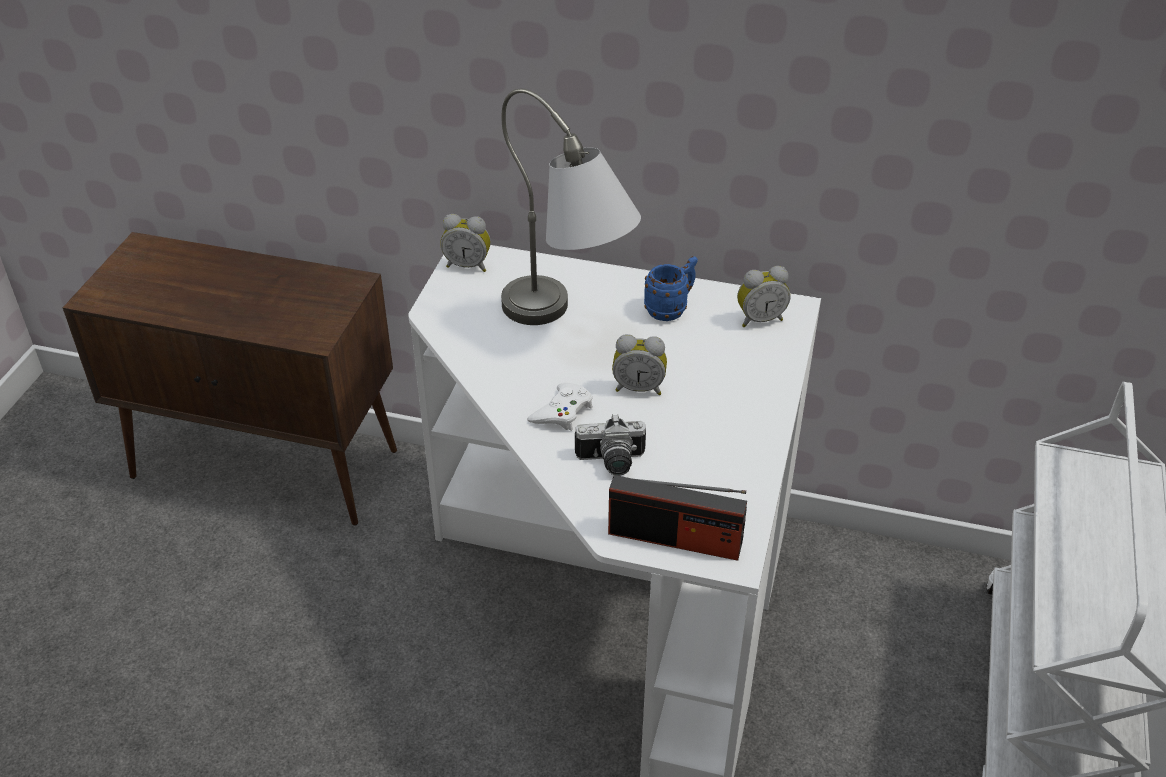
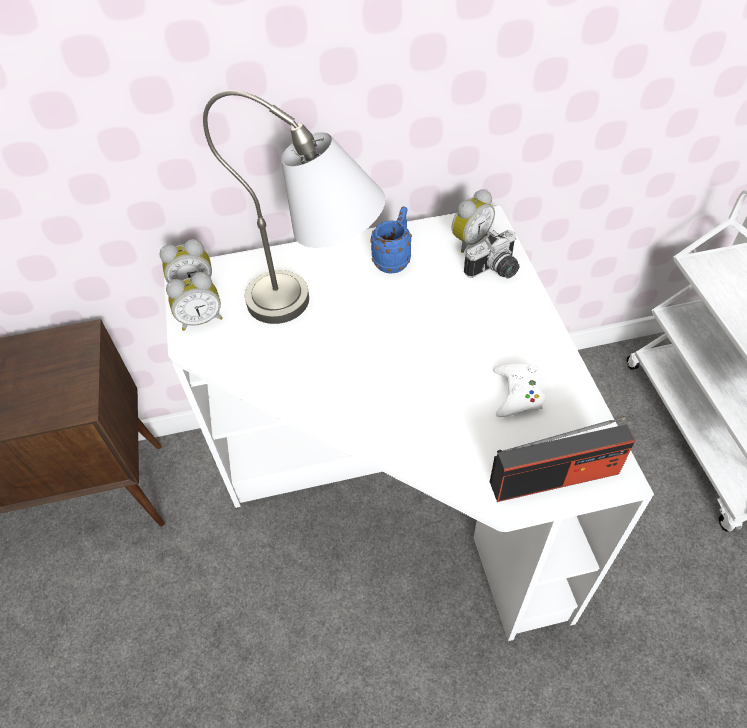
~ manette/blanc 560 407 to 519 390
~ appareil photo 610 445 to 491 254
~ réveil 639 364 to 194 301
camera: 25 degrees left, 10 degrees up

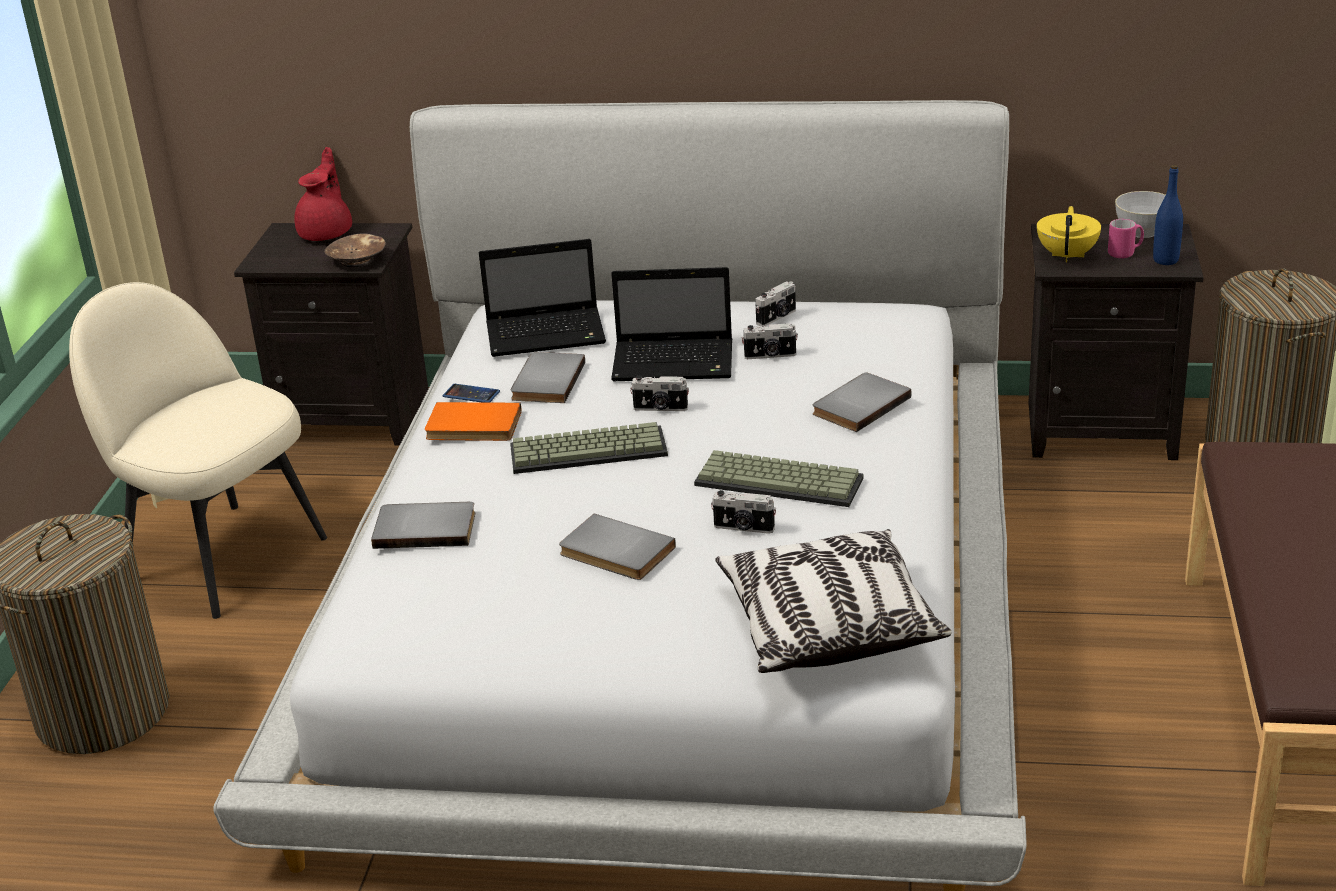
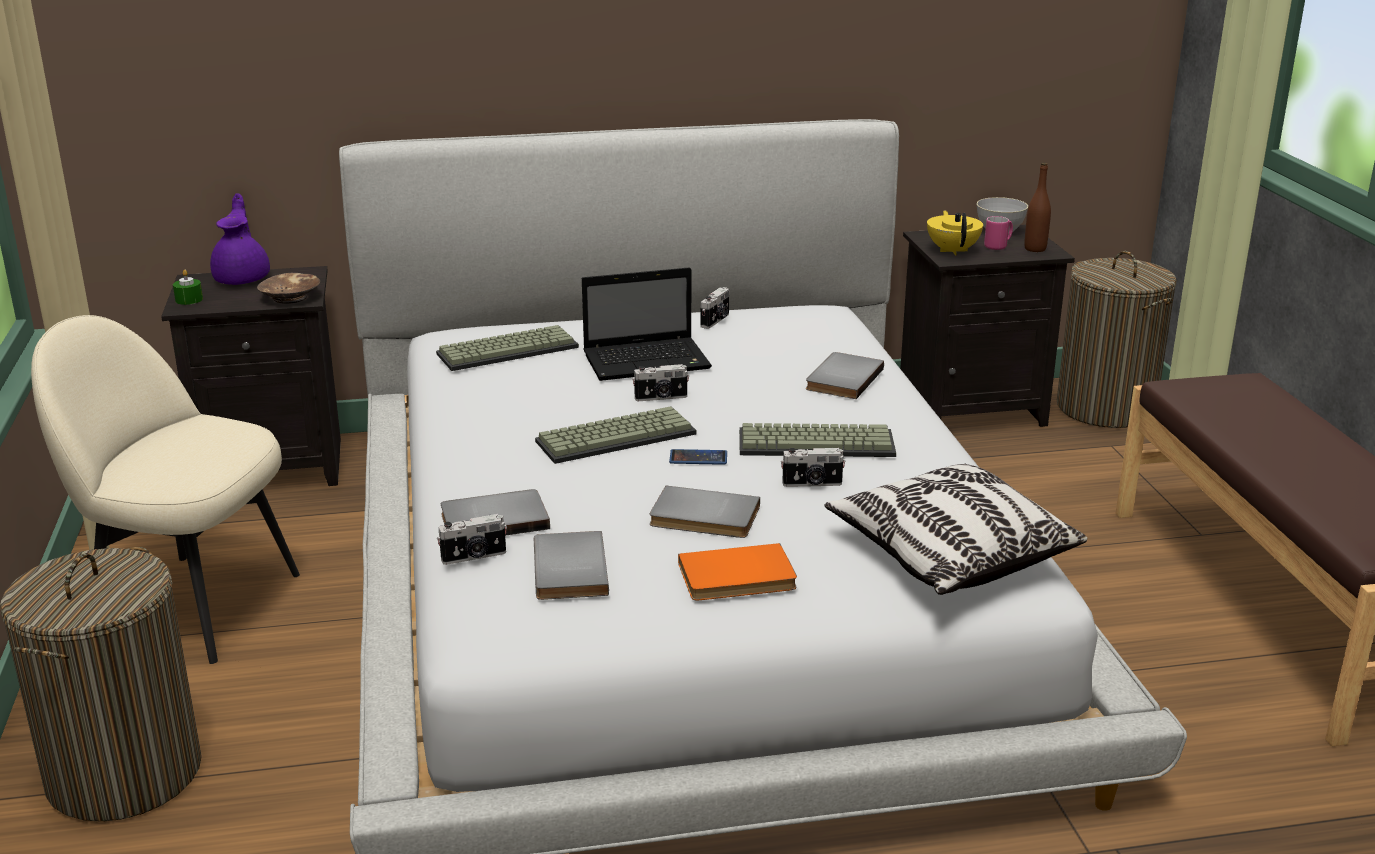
+ bougie/vert 188 287
~ livre/orange 473 421 to 737 571
~ téléphone 471 393 to 698 457
~ livre/gris 548 377 to 571 565
~ appareil photo 770 341 to 472 539
~ ordinateur portable 542 298 to clavier 507 348
~ théière/rouge 323 194 to théière/violet 240 239
~ bouteille/bleu 1168 215 to bouteille/marron 1037 207
camera: 20 degrees left, 5 degrees down

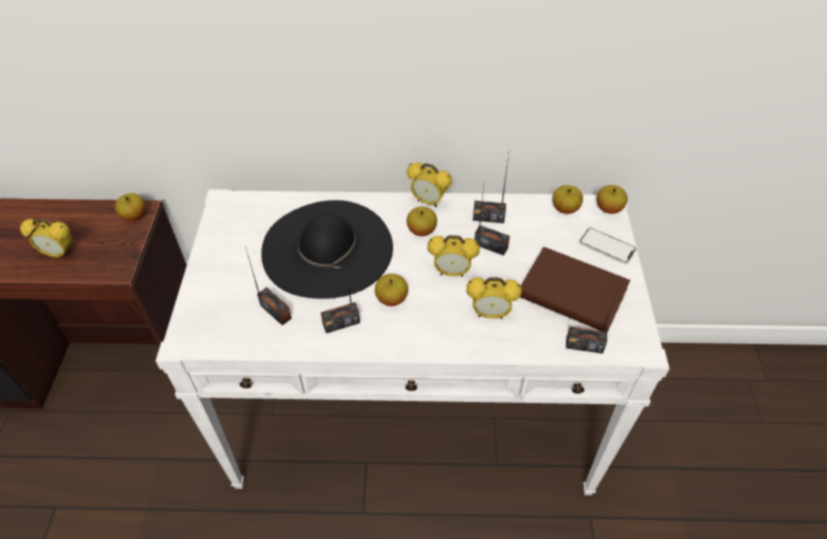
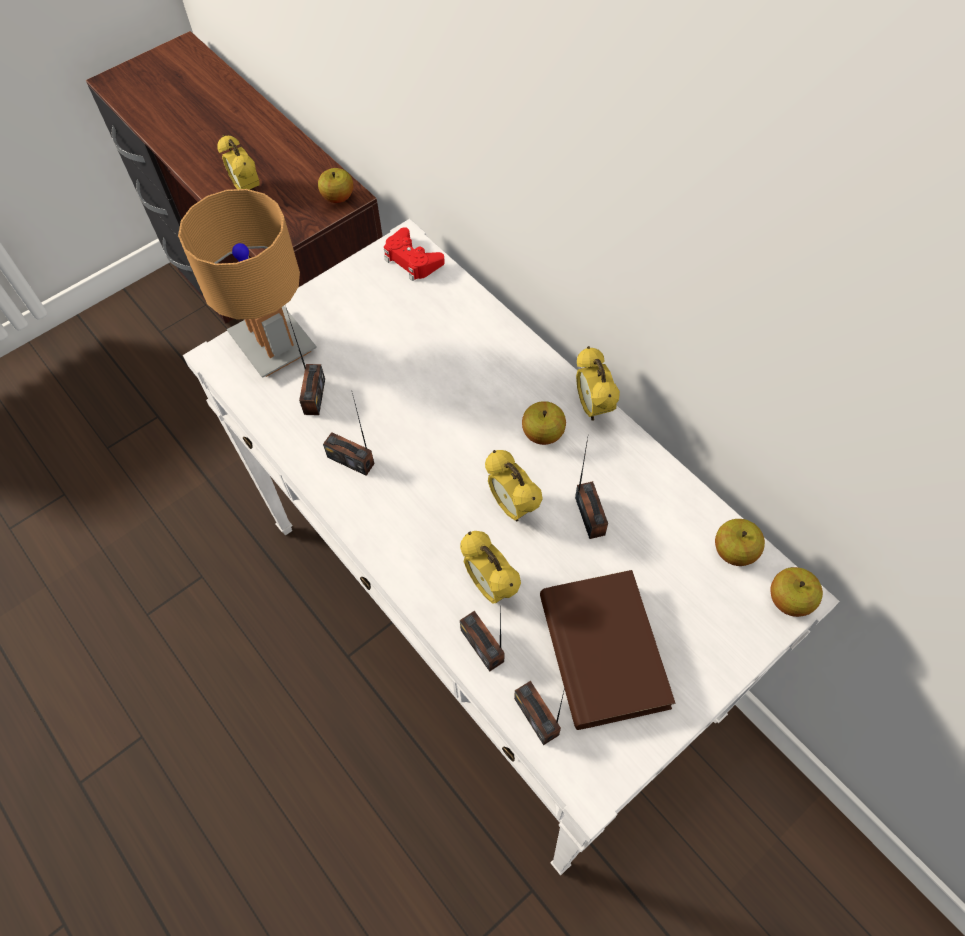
- chapeau/noir 327 249
- pomme 391 290
- téléphone 607 246
+ lampe de table/marron 247 283
+ manette/rouge 414 254
~ radio 491 188 to 482 638
camera: 50 degrees right, 10 degrees up

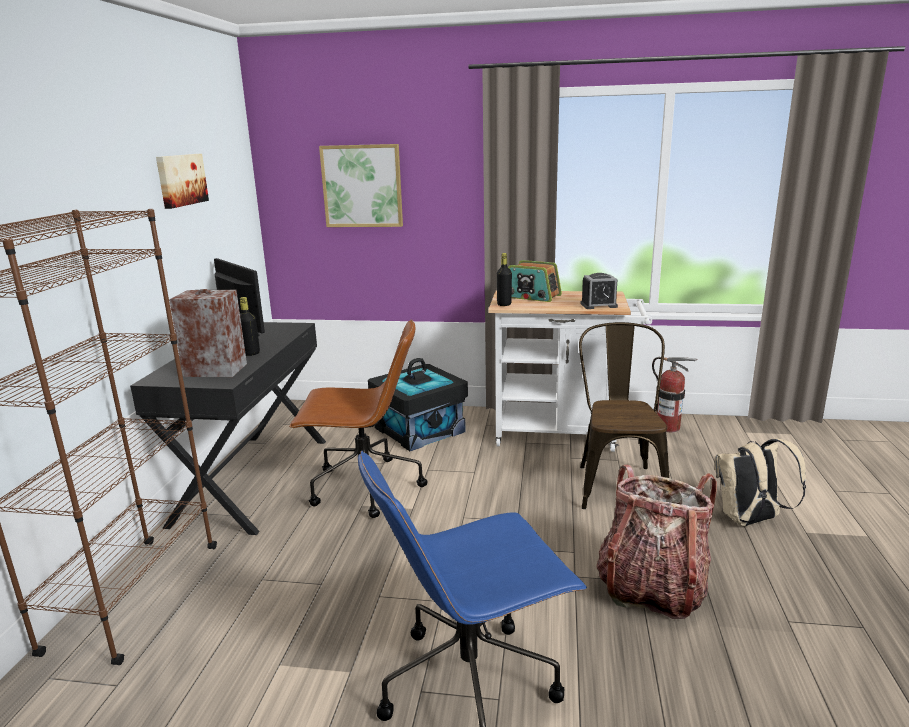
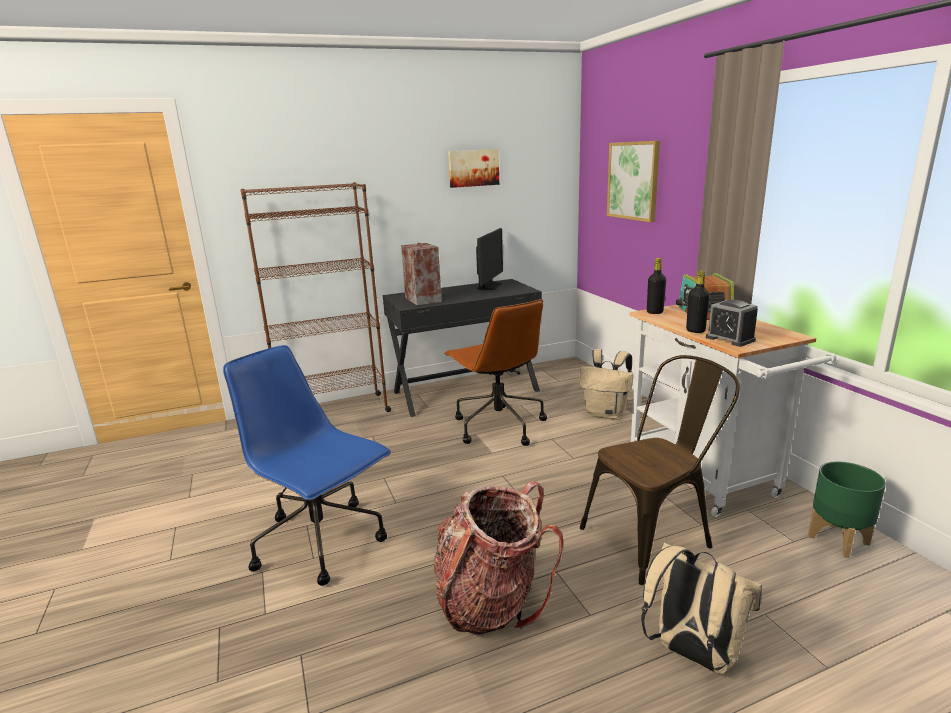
~ bouteille/noir 250 326 to 698 301
~ boîte de rangement/noir 418 404 to sac à dos/beige 606 384
~ extincteur 674 394 to cache-pot/vert 847 510
camera: 60 degrees right, 0 degrees up

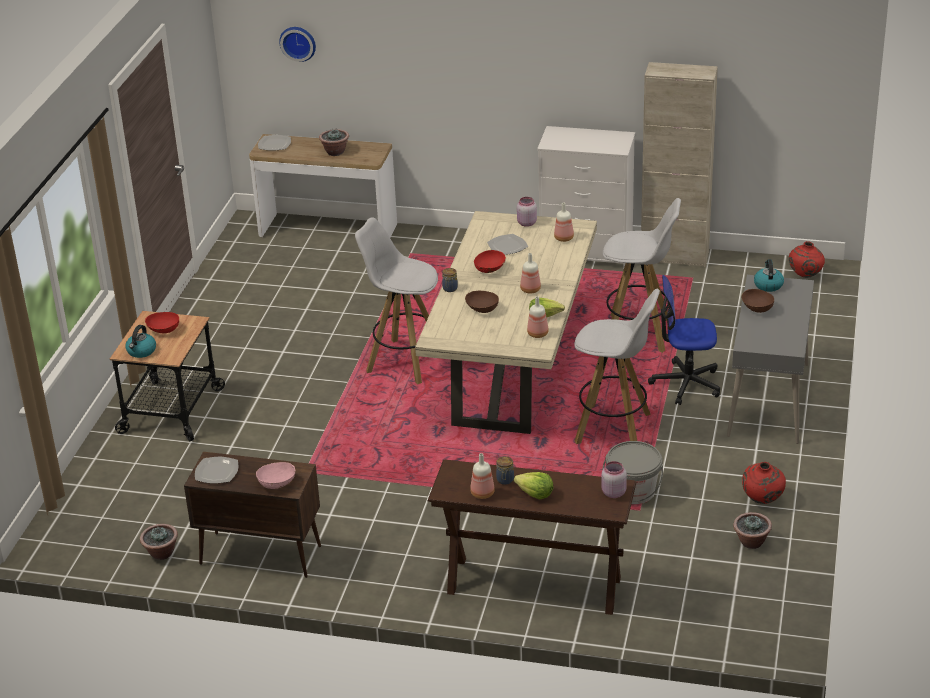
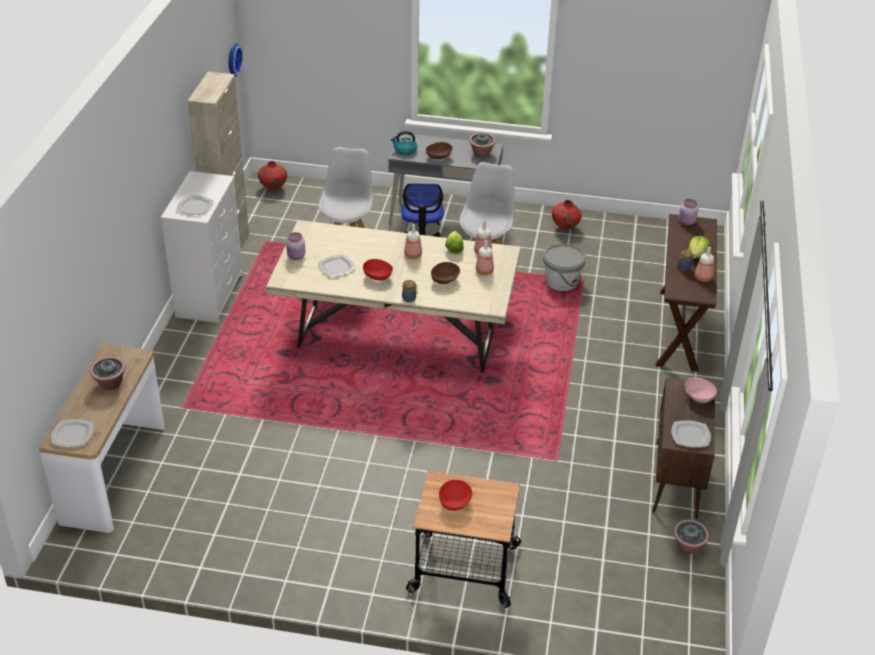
- bouilloire 140 341
- tabouret/blanc 396 301
+ assiette 194 205
~ horloge murale 297 44 to 236 60
~ bouteille 564 222 to 485 257
~ plante en pot 752 530 to 482 145
camera: 95 degrees left, 5 degrees up

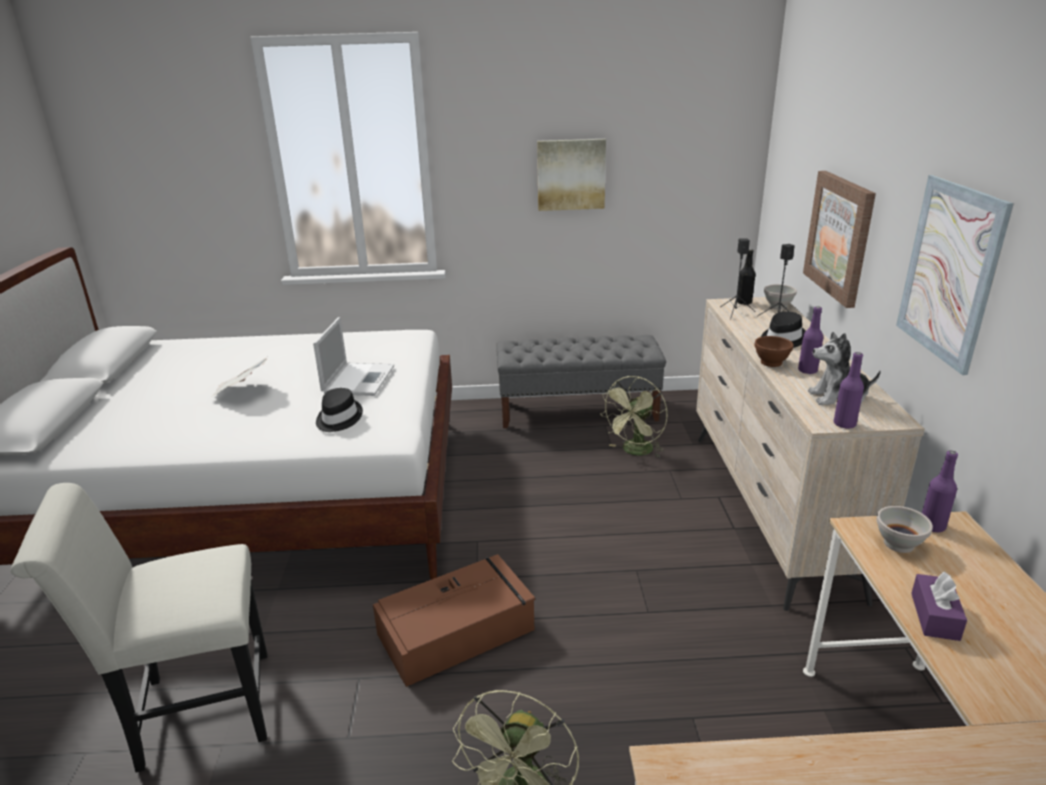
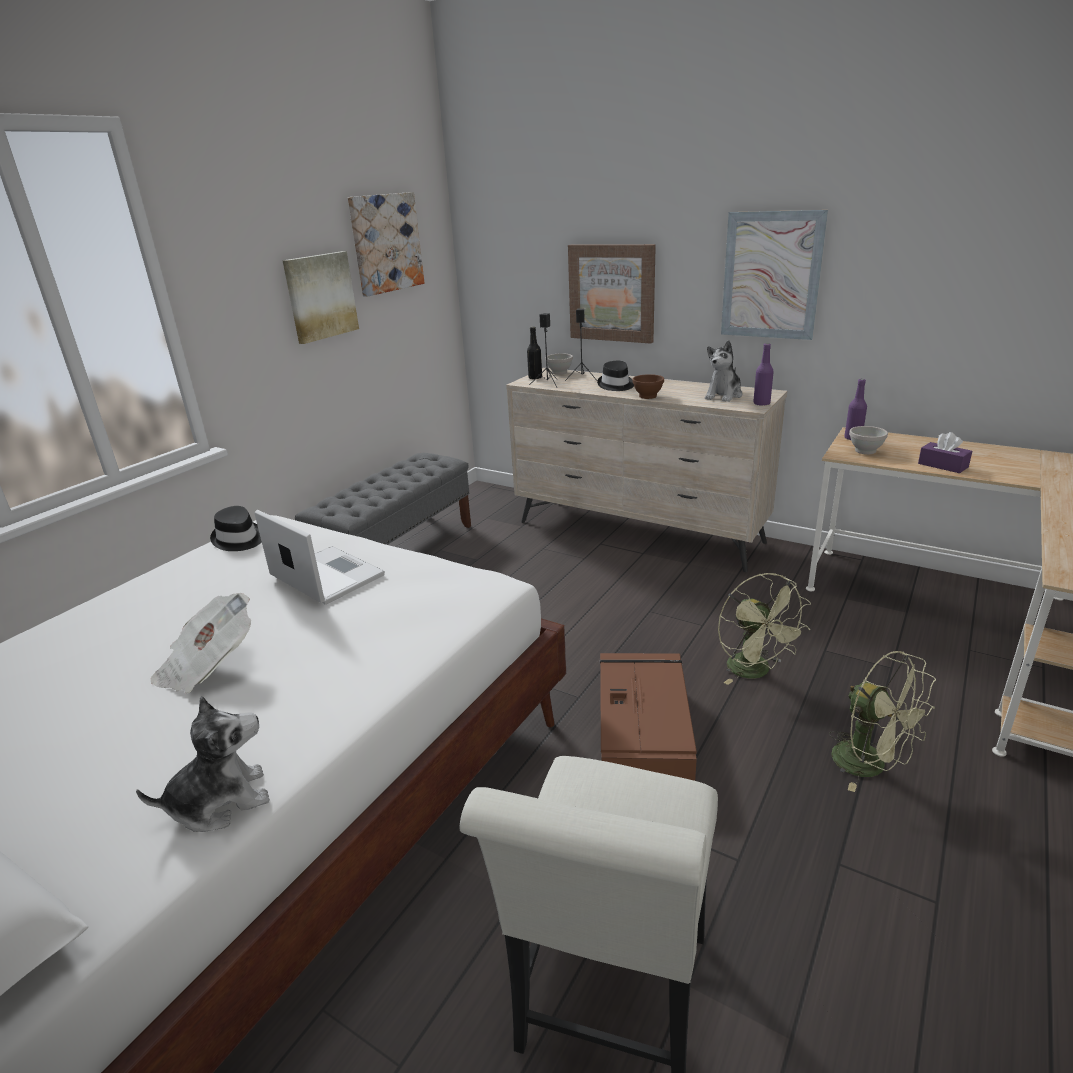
- bouteille/violet 811 340
+ peluche 203 764
+ tableau 386 244
~ chapeau/noir 339 410 to 236 528
~ ventilateur/vert 633 416 to 764 629
camera: 55 degrees left, 0 degrees up

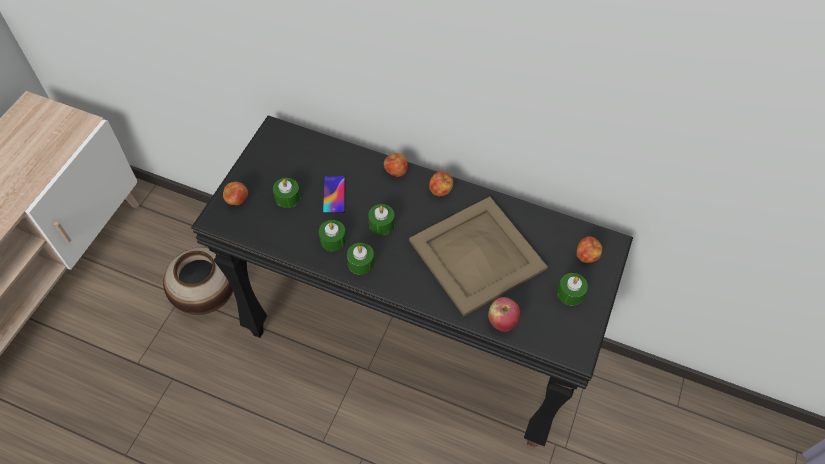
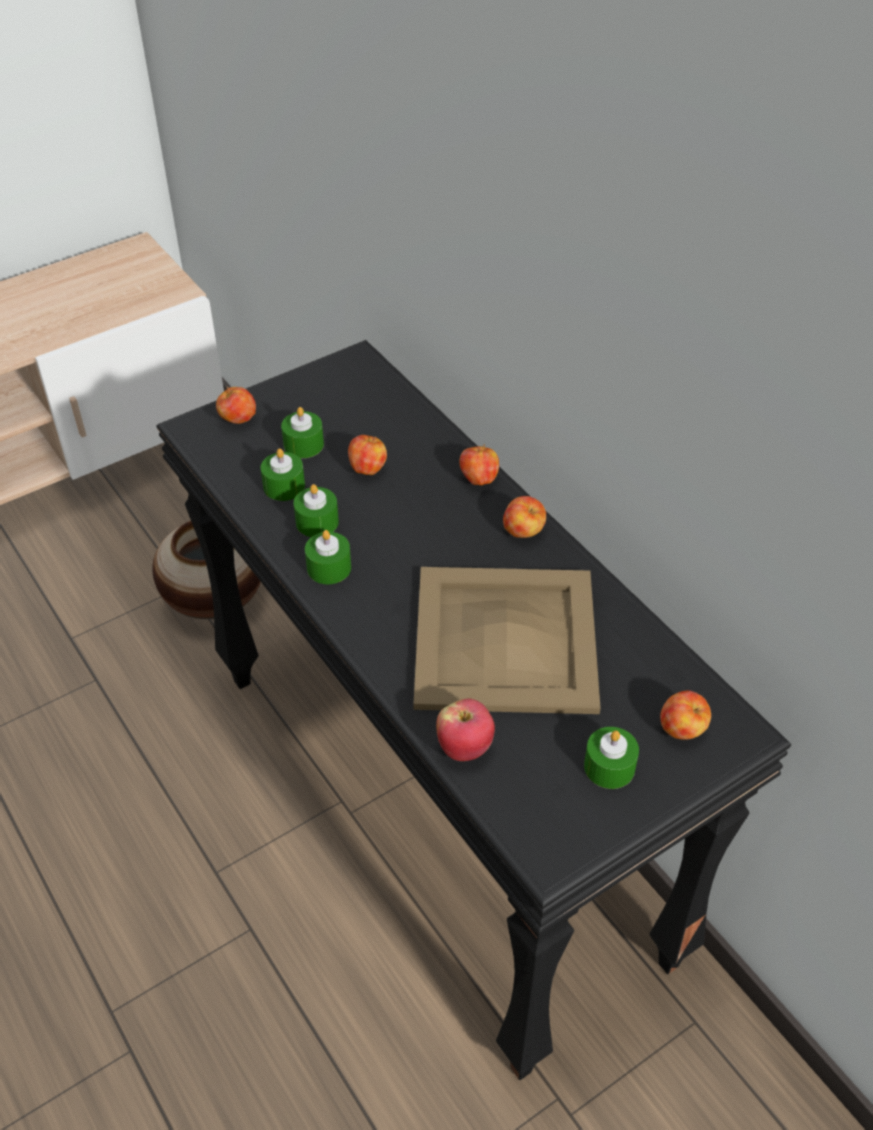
~ bougie/vert 381 219 to 283 474
~ téléphone 334 194 to pomme 367 455
camera: 35 degrees right, 10 degrees down

